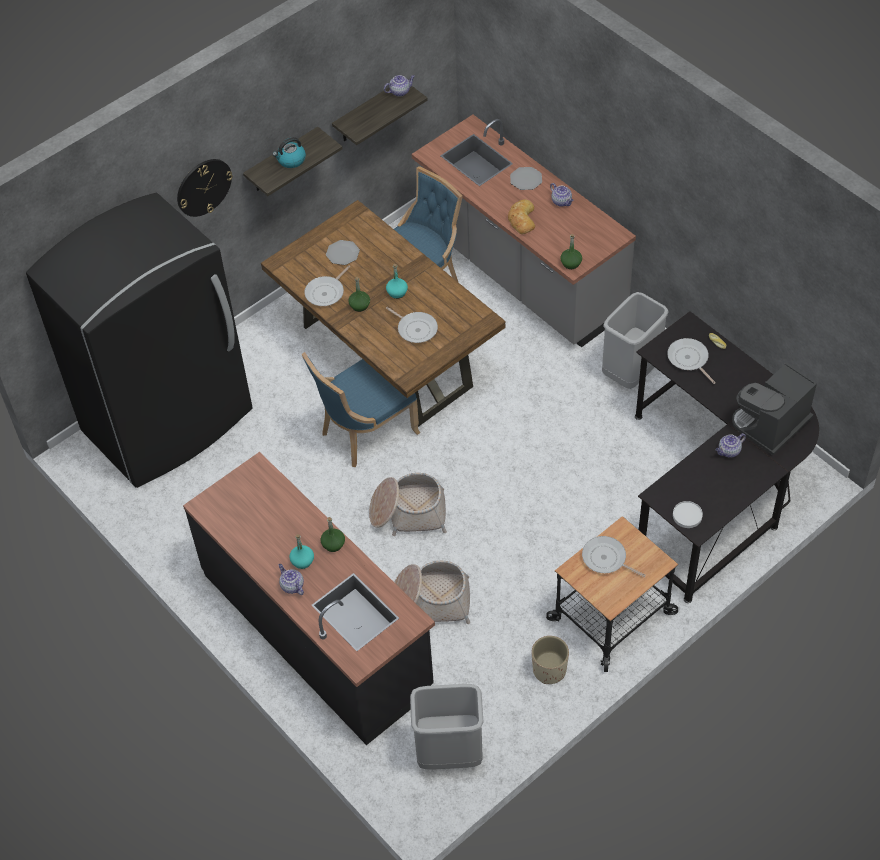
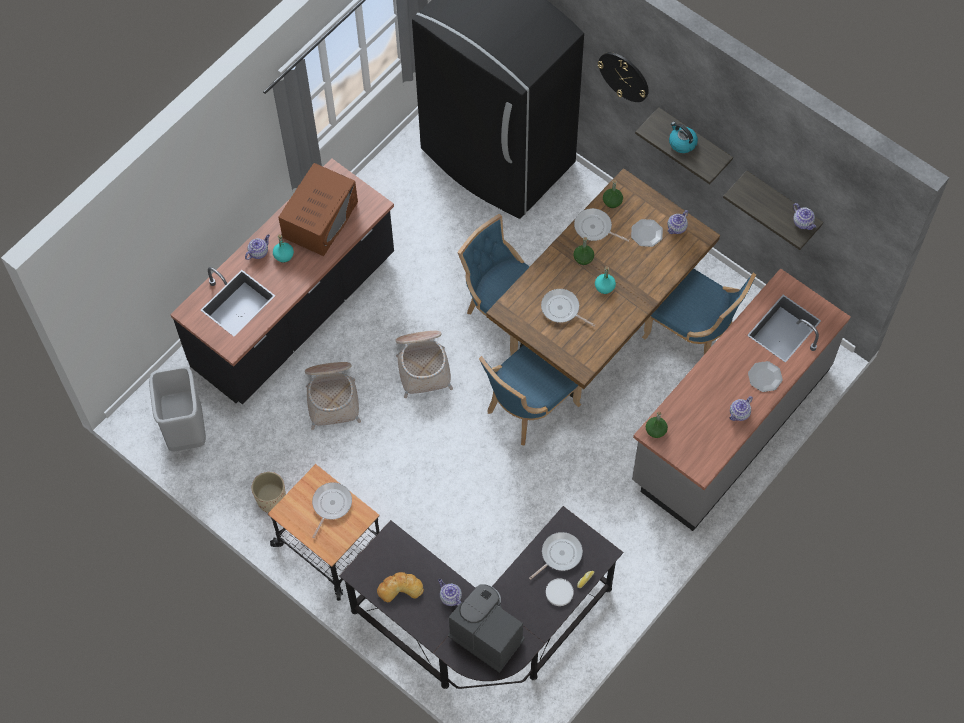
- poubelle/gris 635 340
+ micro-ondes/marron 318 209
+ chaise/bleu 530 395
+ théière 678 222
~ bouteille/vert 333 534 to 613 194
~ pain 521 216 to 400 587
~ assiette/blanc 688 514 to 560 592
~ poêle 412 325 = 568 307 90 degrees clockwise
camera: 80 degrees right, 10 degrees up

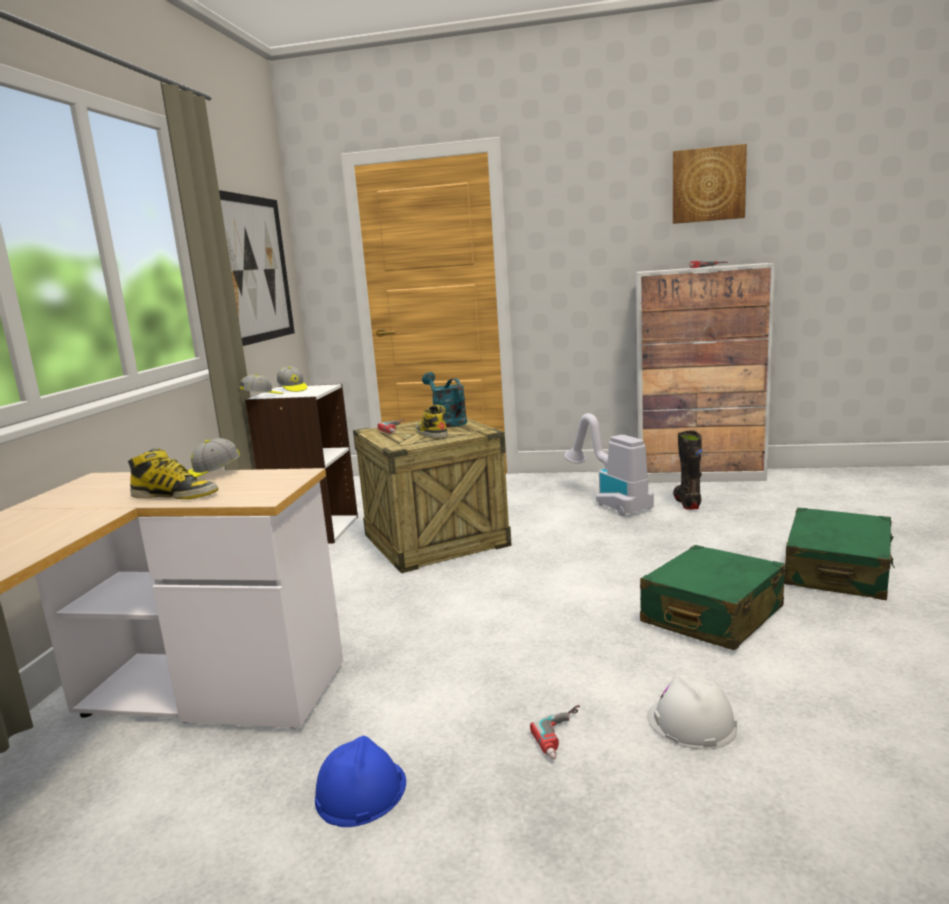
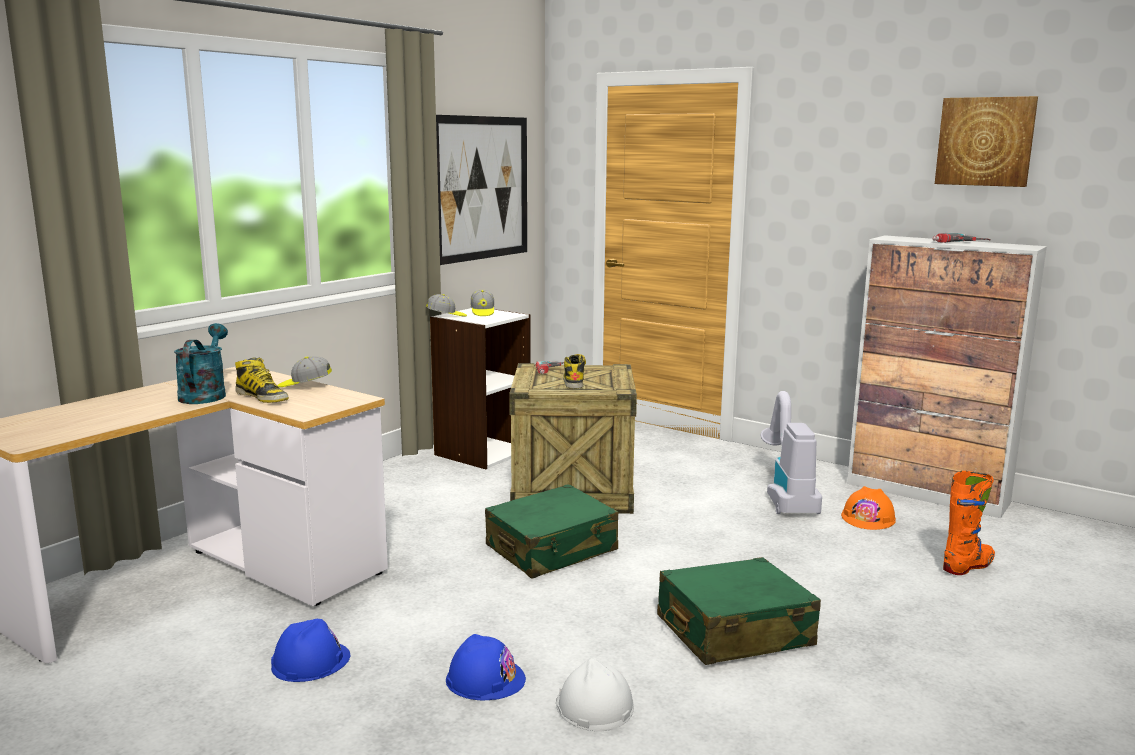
+ botte/orange 969 523
~ arrosoir/turquoise 444 399 to 201 363
~ valise/vert 839 554 to 551 531
~ perceuse 555 732 to casque de chantier/bleu 486 667
~ botte/noir 688 470 to casque de chantier/orange 868 508
camera: 25 degrees right, 0 degrees up

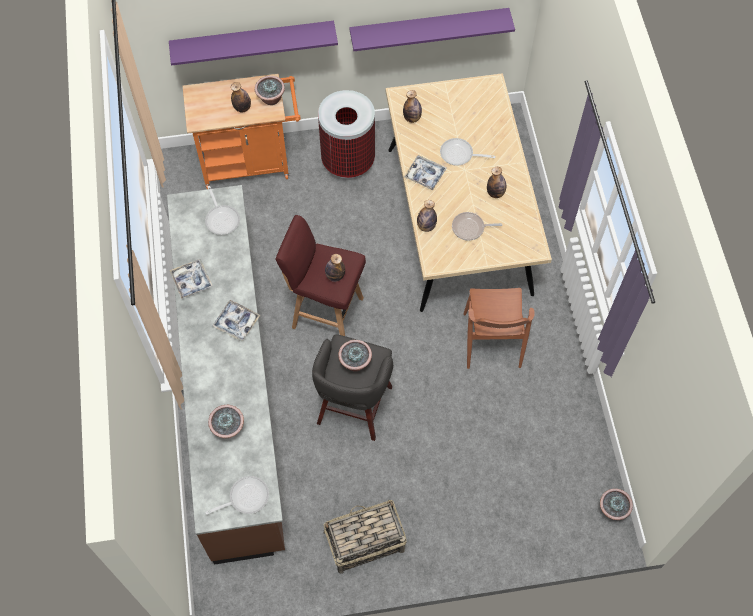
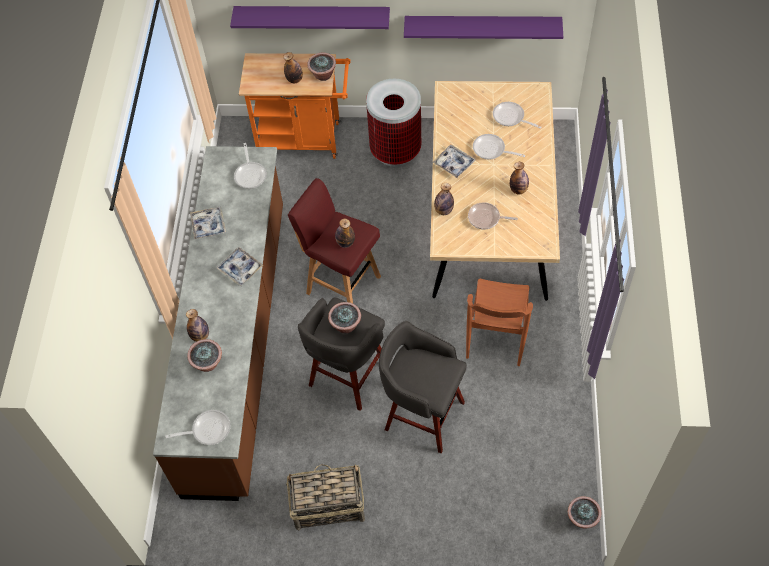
+ tabouret/gris 423 387
+ poêle 517 115
~ bouteille 412 106 to 197 325
camera: 15 degrees right, 5 degrees down

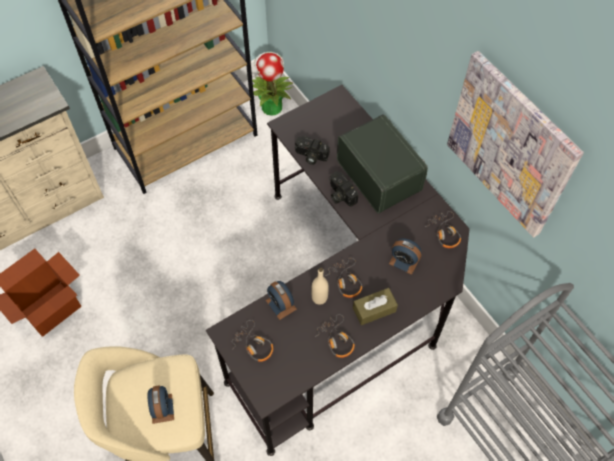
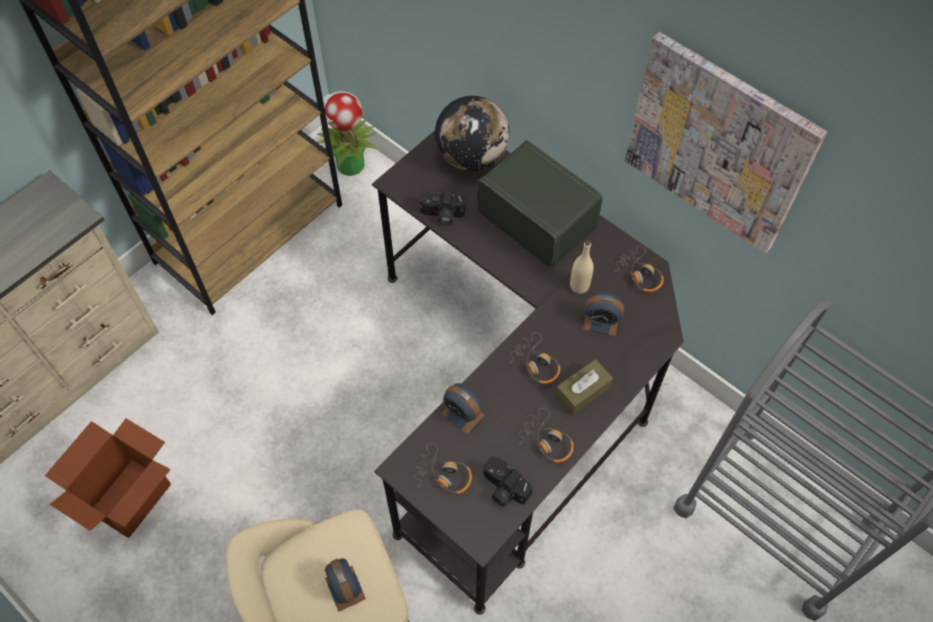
+ globe 472 133
~ bouteille/beige 320 286 to 582 267
~ appareil photo 343 189 to 507 482
camera: 15 degrees left, 0 degrees up

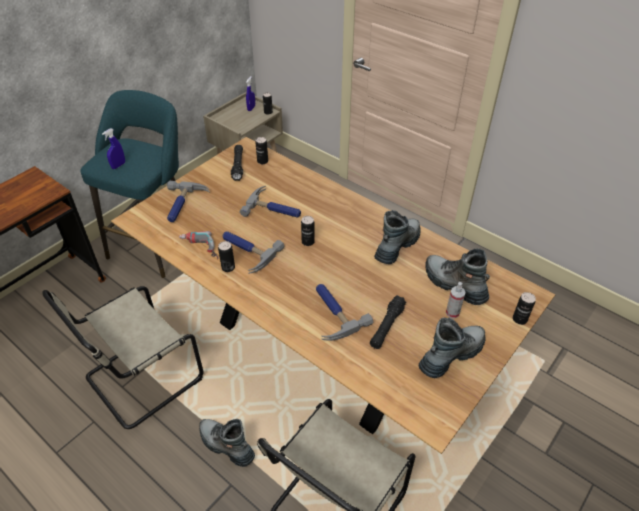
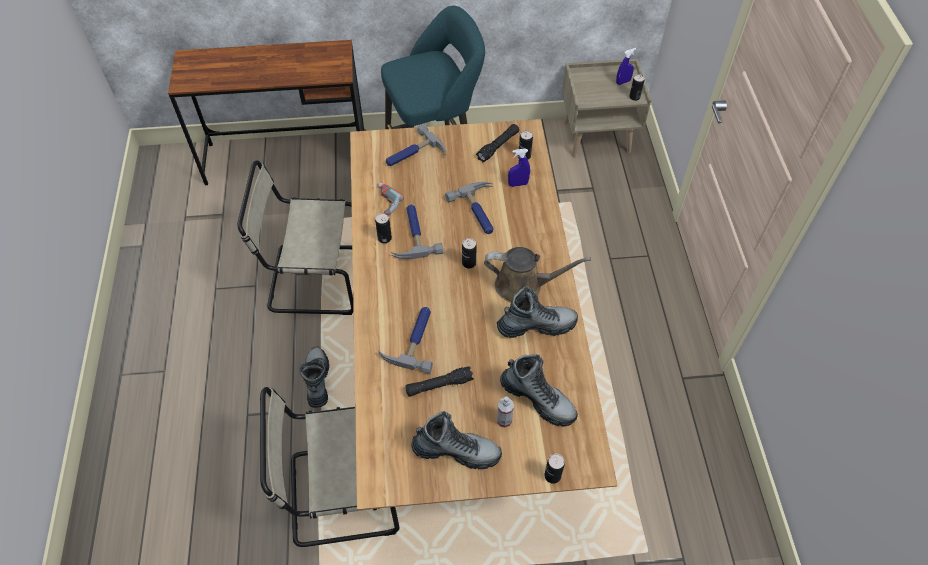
+ arrosoir/marron 537 275
~ vaporisateur/bleu 113 148 to 519 167
~ botte 457 277 = 539 390 120 degrees clockwise
camera: 45 degrees right, 10 degrees up

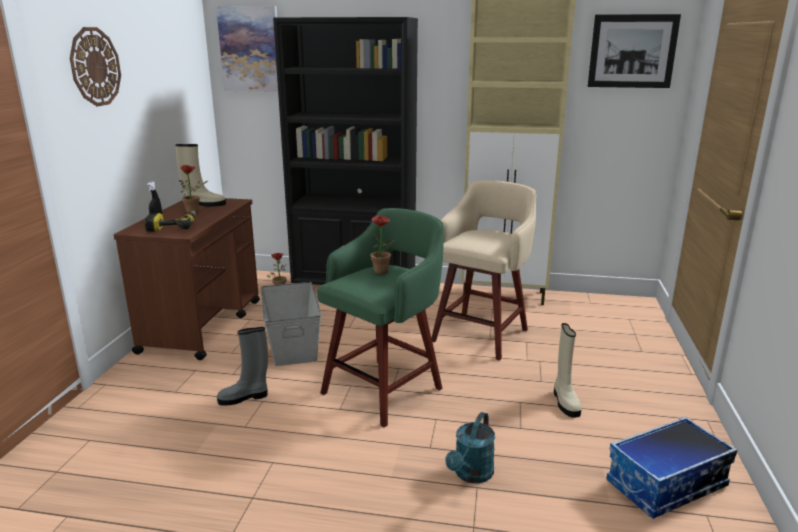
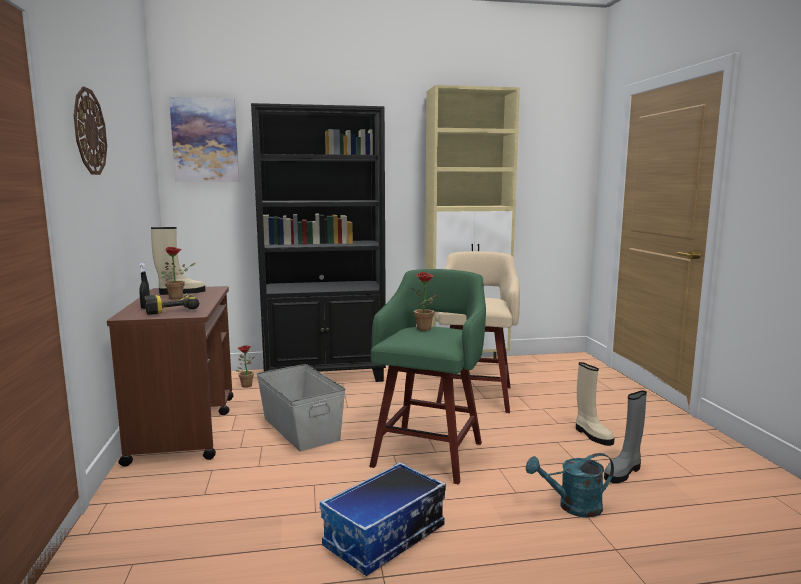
- tableau 634 51
~ botte/gris 242 366 to 625 437
~ boîte de rangement 672 467 to 383 519
~ arrosoir/turquoise 470 447 = 570 485 75 degrees clockwise
camera: 20 degrees left, 10 degrees down

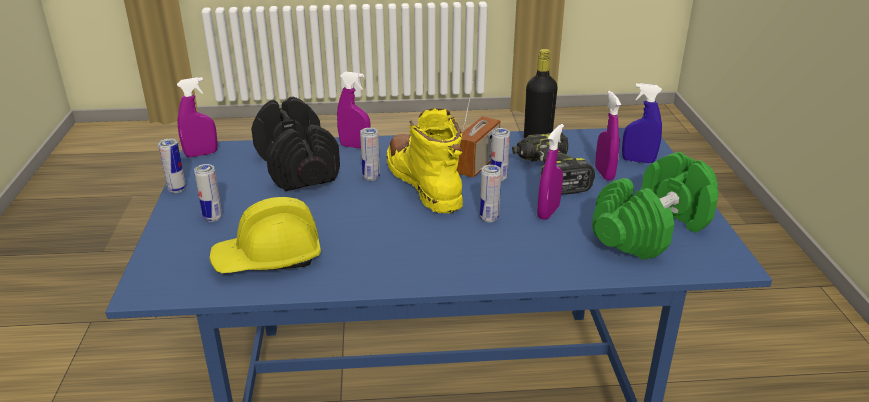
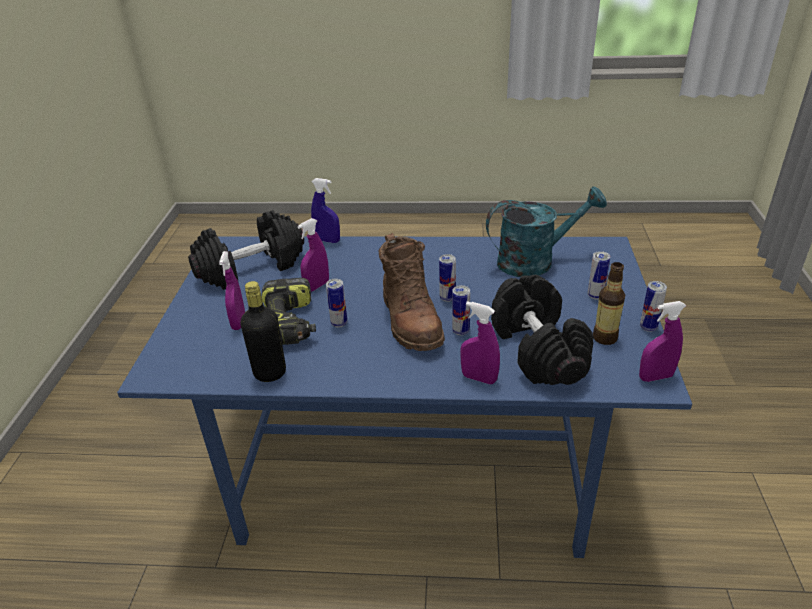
- radio 478 129
+ bouteille 609 303
~ boîte métallique 490 193 to 447 278
~ vaporisateur/bleu 642 123 to 325 210
~ casque de chantier/jaune 265 235 to arrosoir/turquoise 546 231
~ botte/jaune 424 160 to botte/marron 412 292
~ haltère/vert 655 206 to haltère/noir 246 250
camera: 170 degrees left, 5 degrees up

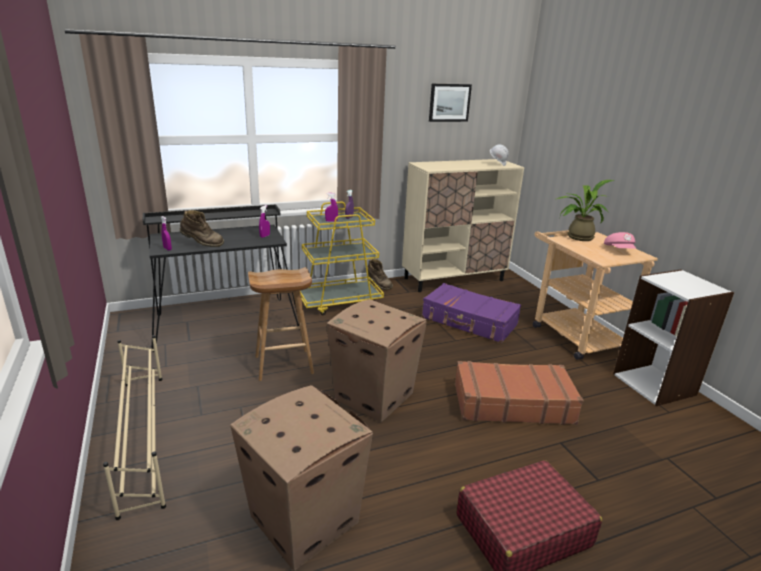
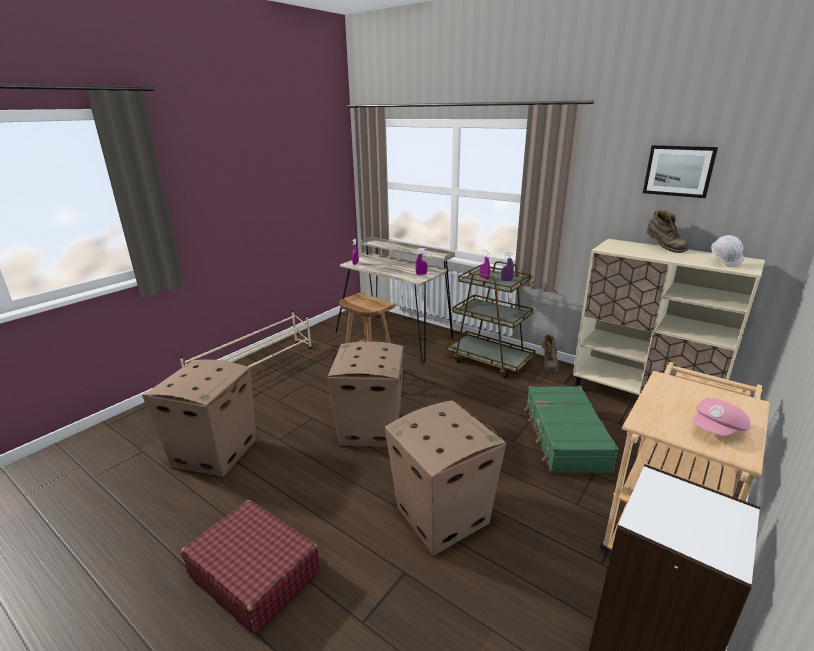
- plante en pot 585 210
~ botte/marron 202 228 to 668 231
~ valise/marron 519 393 to carton 445 477
~ bureau/noir 221 278 to bureau/beige 395 300
~ chariot/jaune 342 258 to chariot/marron 490 319
~ valise/violet 471 313 to valise/vert 571 429
camera: 60 degrees right, 0 degrees up

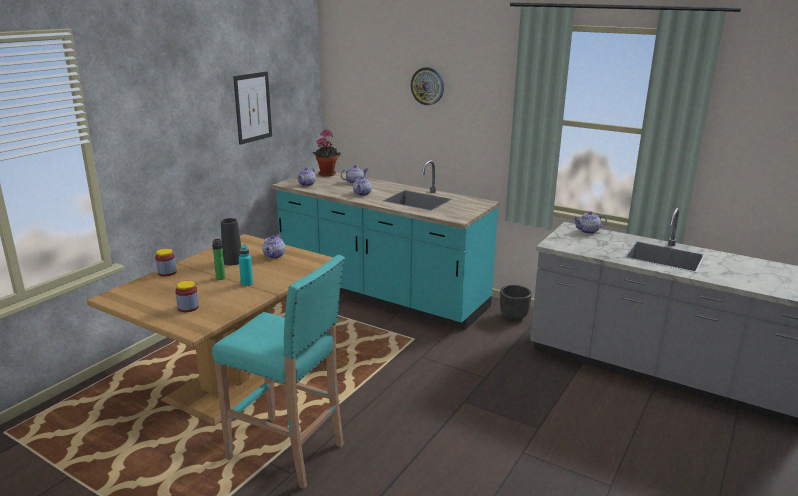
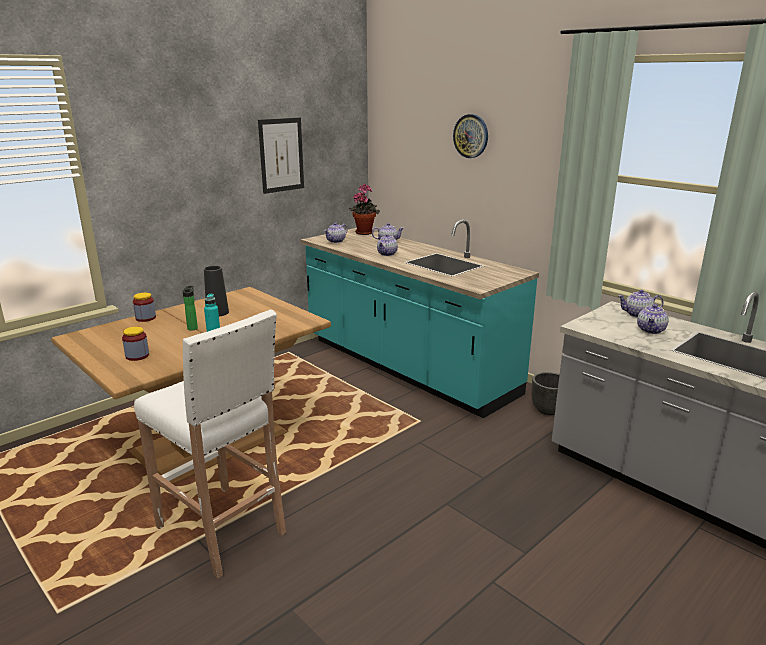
~ théière 273 246 to 652 318
~ tabouret/turquoise 278 372 to tabouret/blanc 210 444
camera: 15 degrees right, 0 degrees up

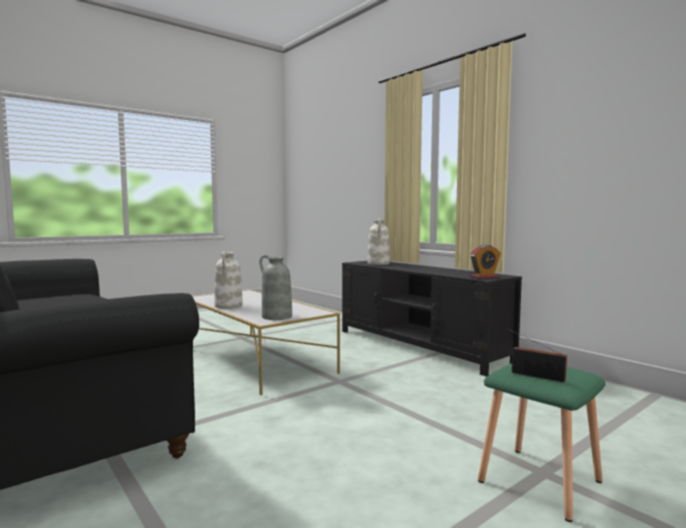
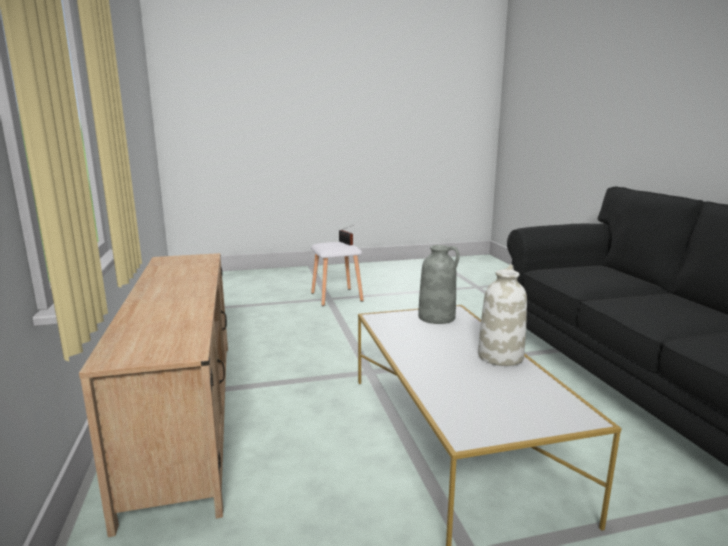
- vase/blanc 379 241
- réveil 485 262
~ meuble télé/noir 432 319 to meuble télé/beige 153 395
~ tabouret/vert 541 442 to tabouret/blanc 337 274
camera: 155 degrees left, 10 degrees up

